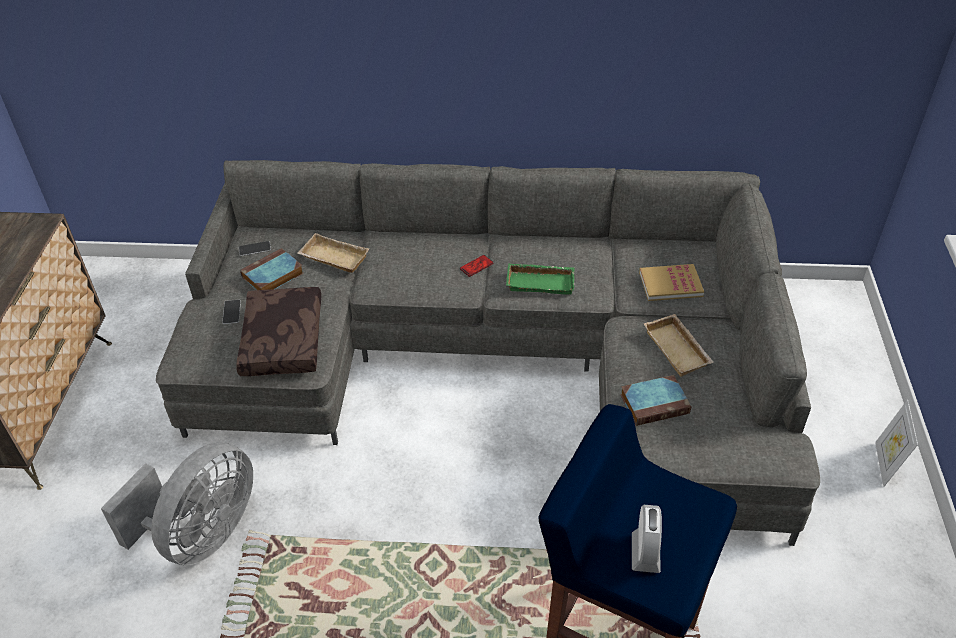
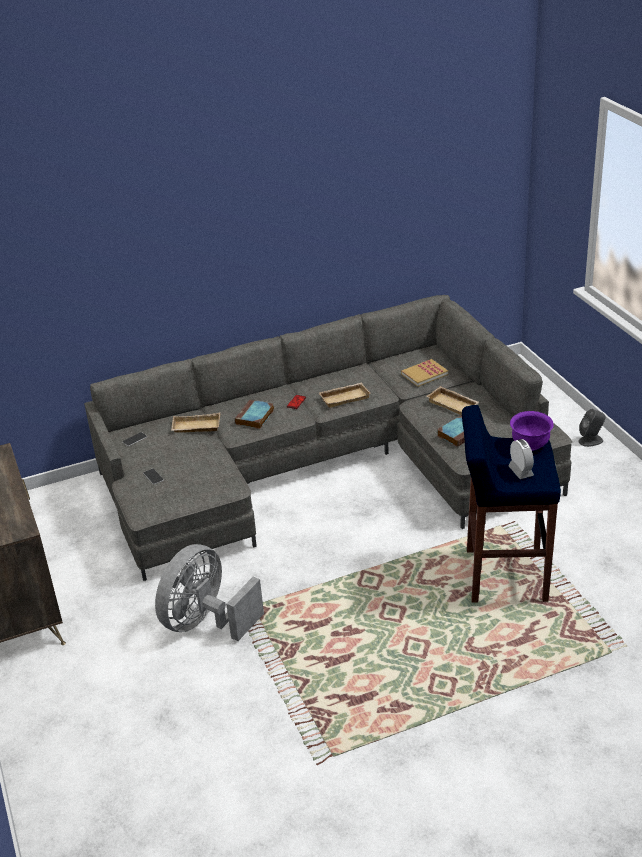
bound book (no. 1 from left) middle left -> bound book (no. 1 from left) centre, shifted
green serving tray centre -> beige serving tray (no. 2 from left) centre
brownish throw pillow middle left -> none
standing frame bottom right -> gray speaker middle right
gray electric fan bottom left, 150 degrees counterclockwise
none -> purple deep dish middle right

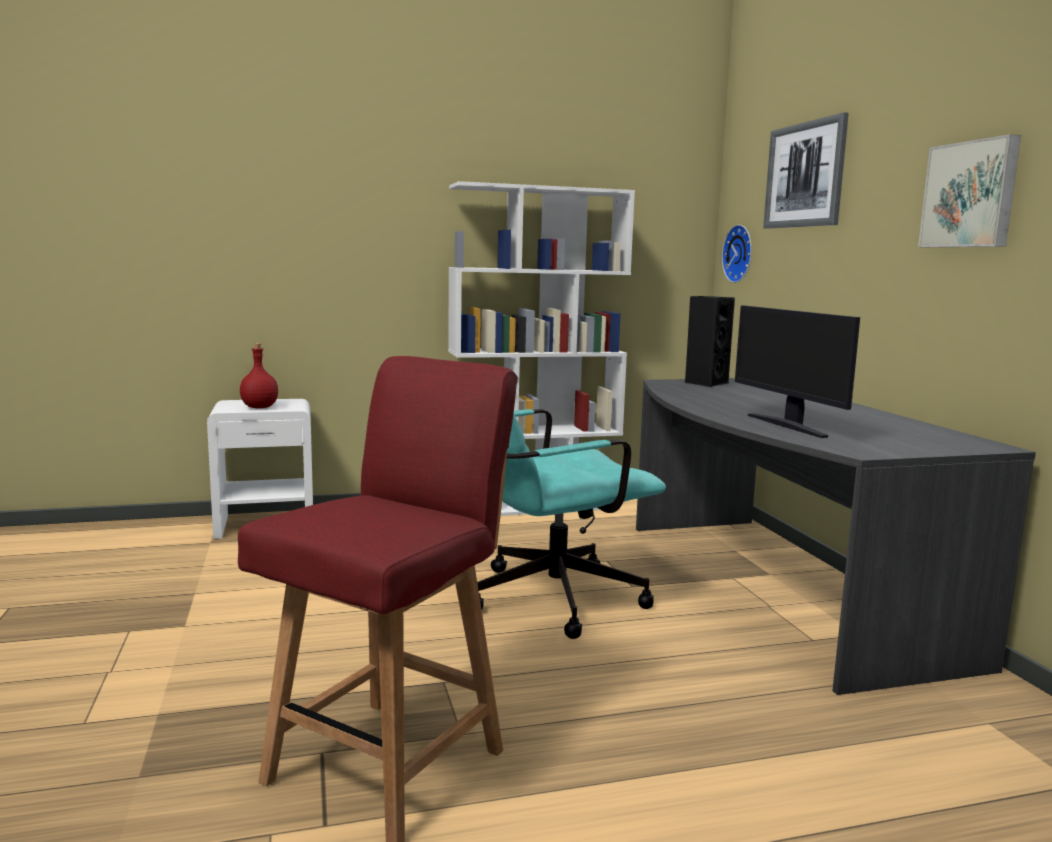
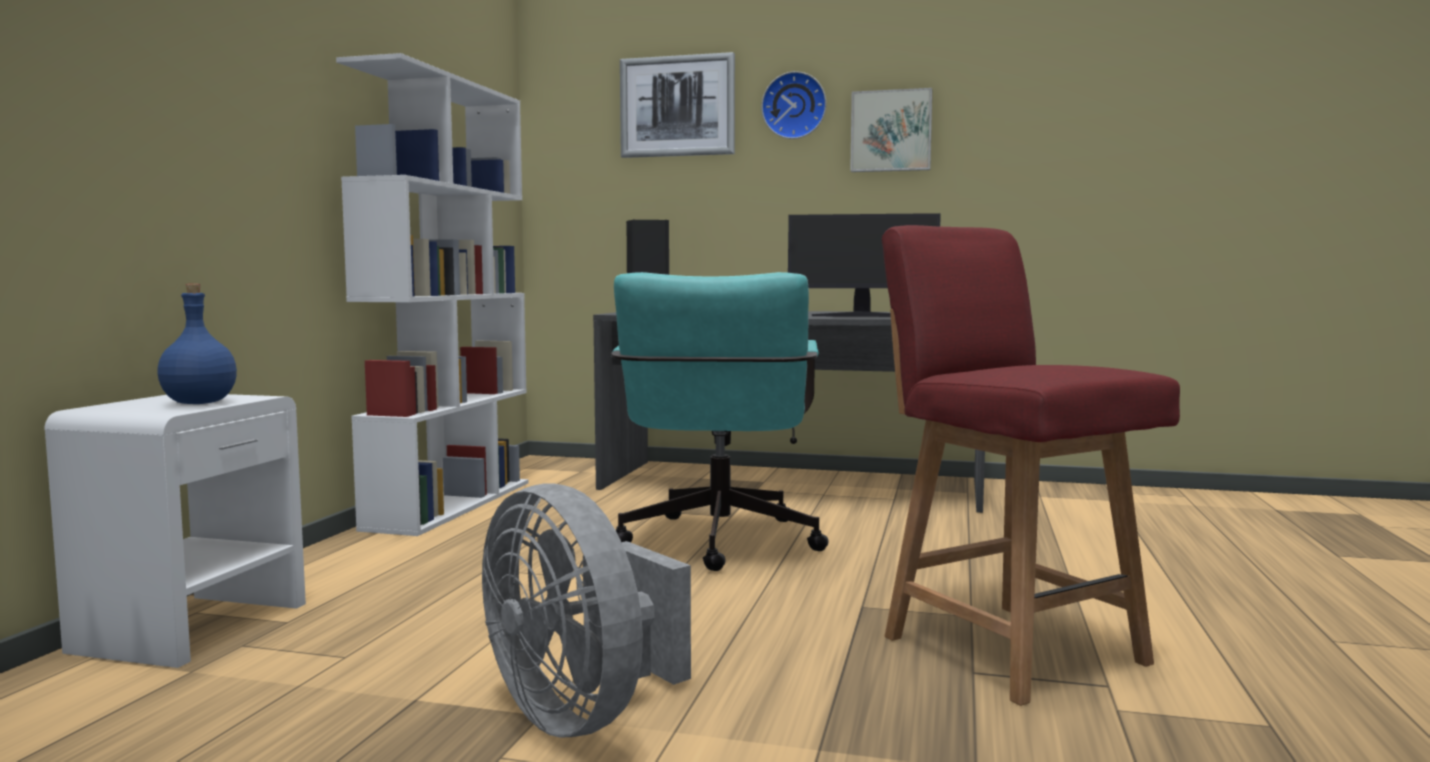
clock on the wall top right -> clock on the wall top centre, shifted
red bottle middle left -> blue bottle middle left
none -> gray electric fan bottom centre

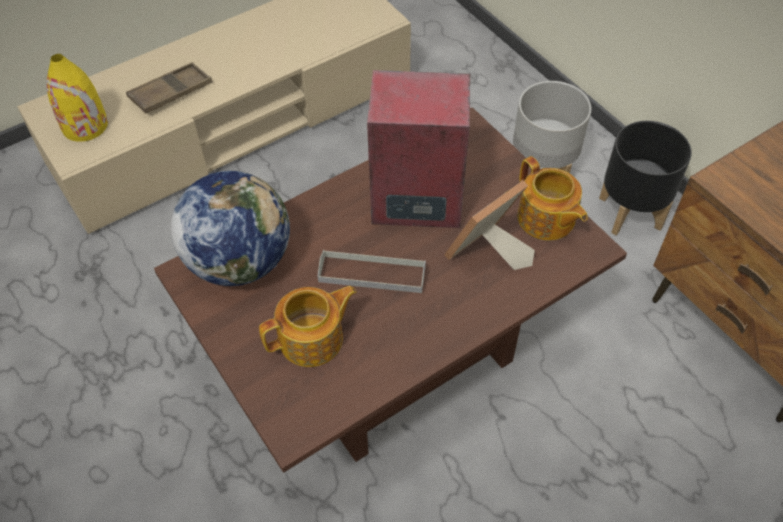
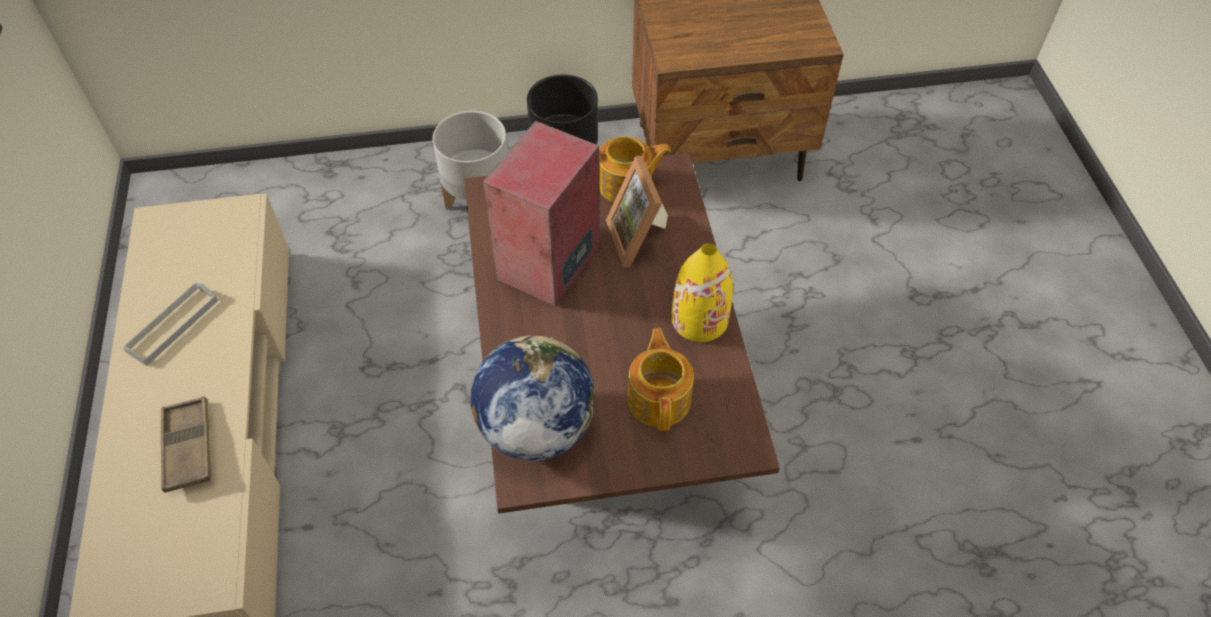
yellow-coloured decorative vase top left -> yellow-coloured decorative vase centre, shifted
gray serving tray centre -> gray serving tray middle left, shifted

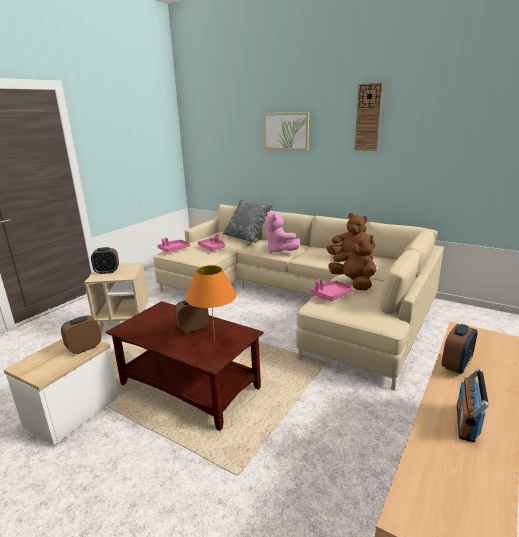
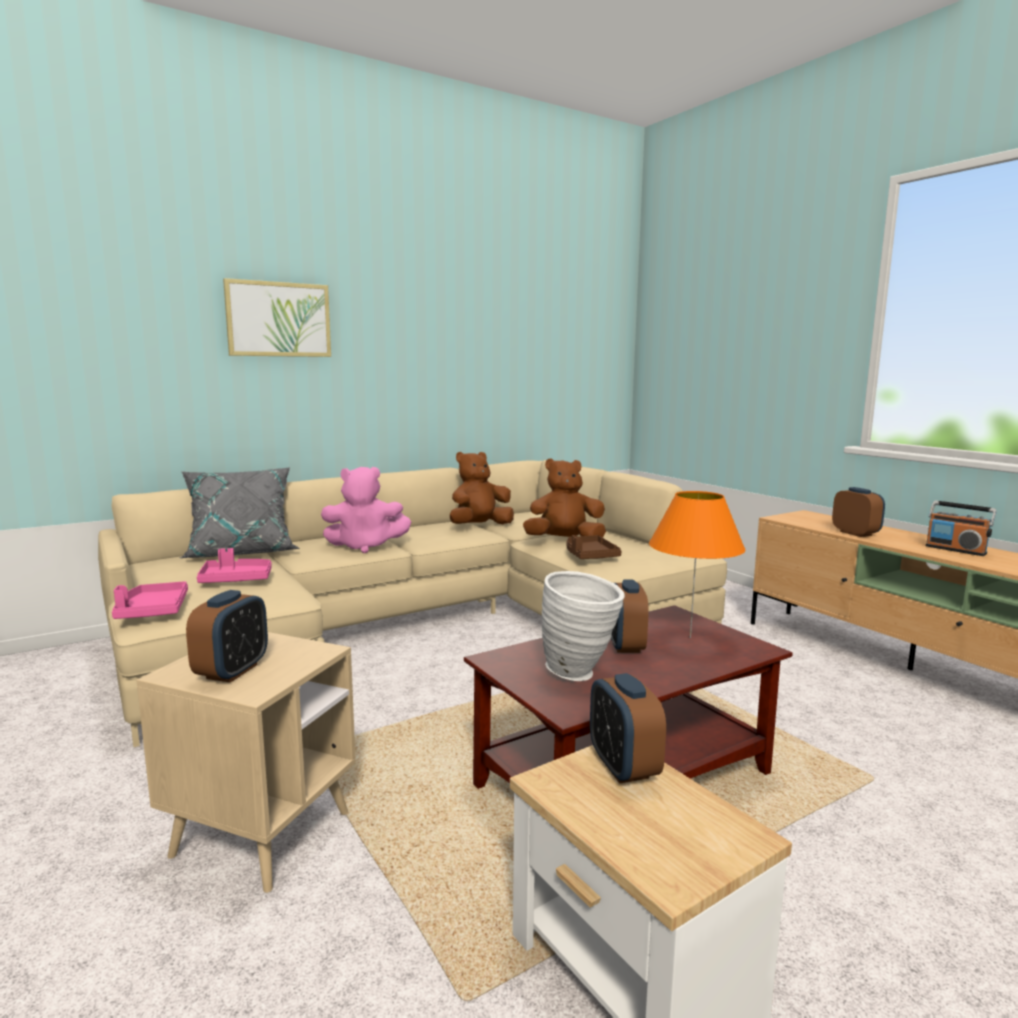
clock on the wall top right -> none
pink serving tray (no. 3 from left) centre -> brownish serving tray centre
none -> white decorative vase centre

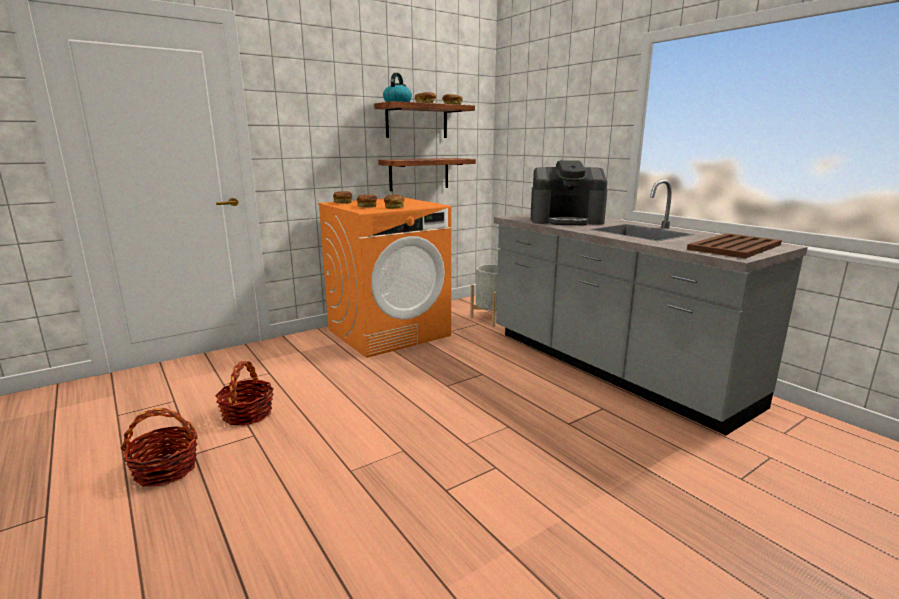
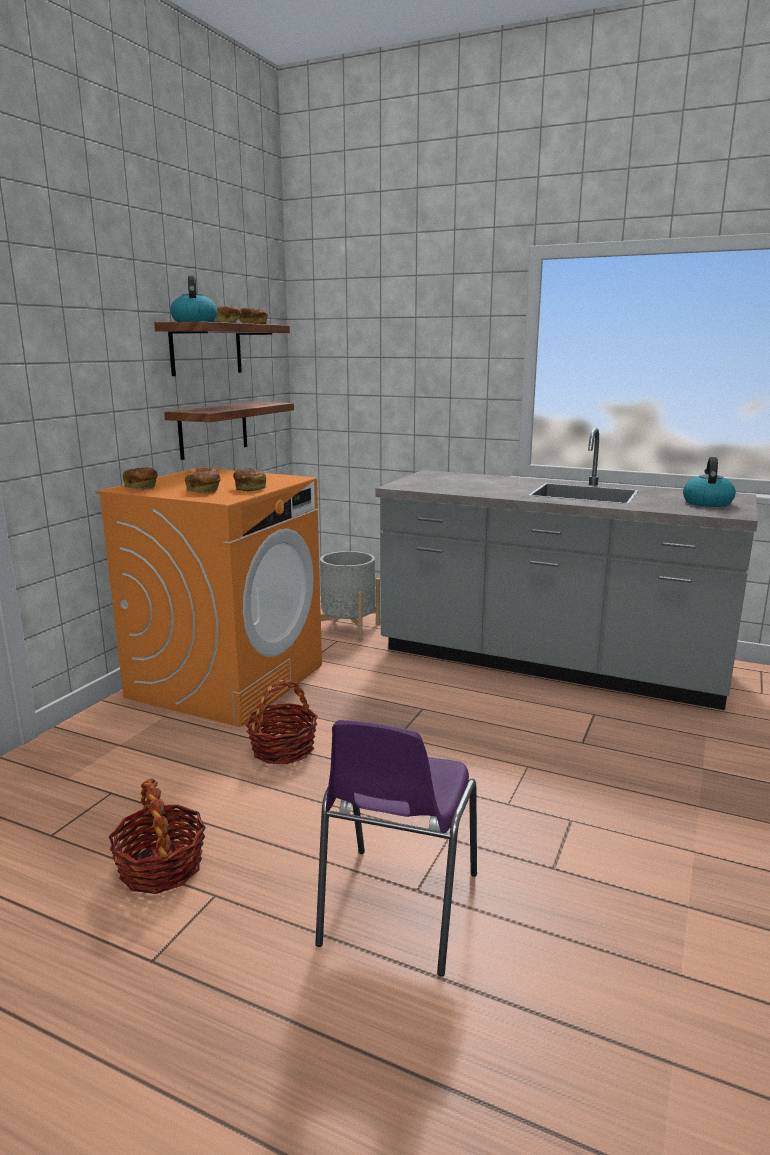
coffee machine top centre -> none
brownish serving tray middle right -> kettle (no. 2 from left) middle right
storage basket (no. 1 from left in the first image) bottom left -> storage basket (no. 2 from left) centre, shifted
none -> purple upright chair bottom centre

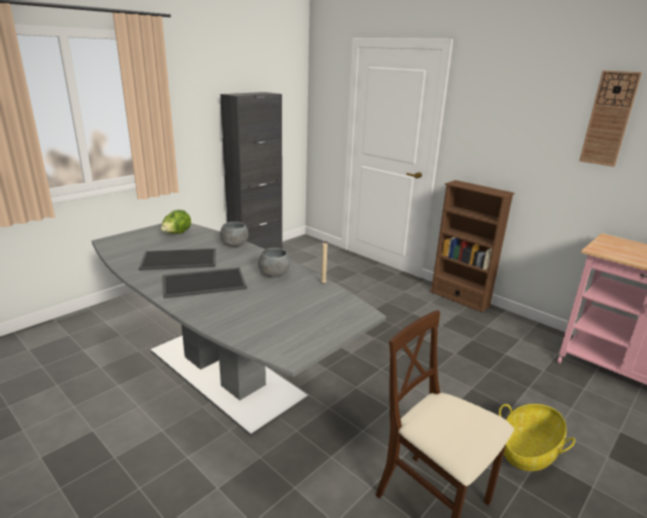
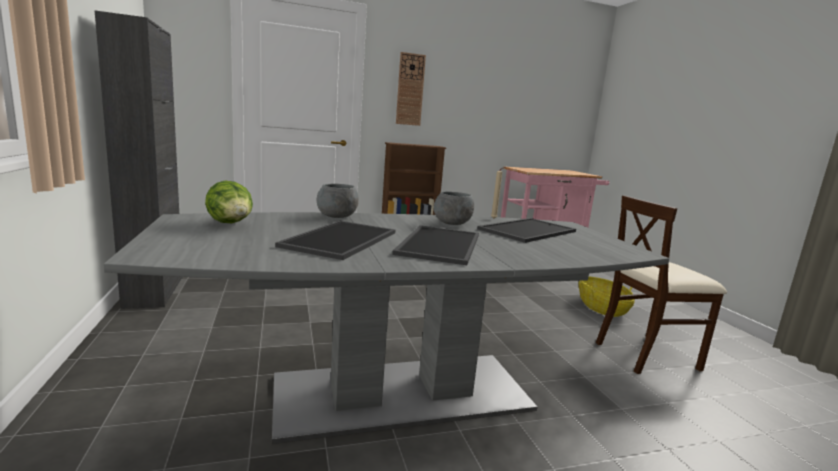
clock on the wall top right -> clock on the wall top centre, shifted
none -> serving tray (no. 3 from left) centre

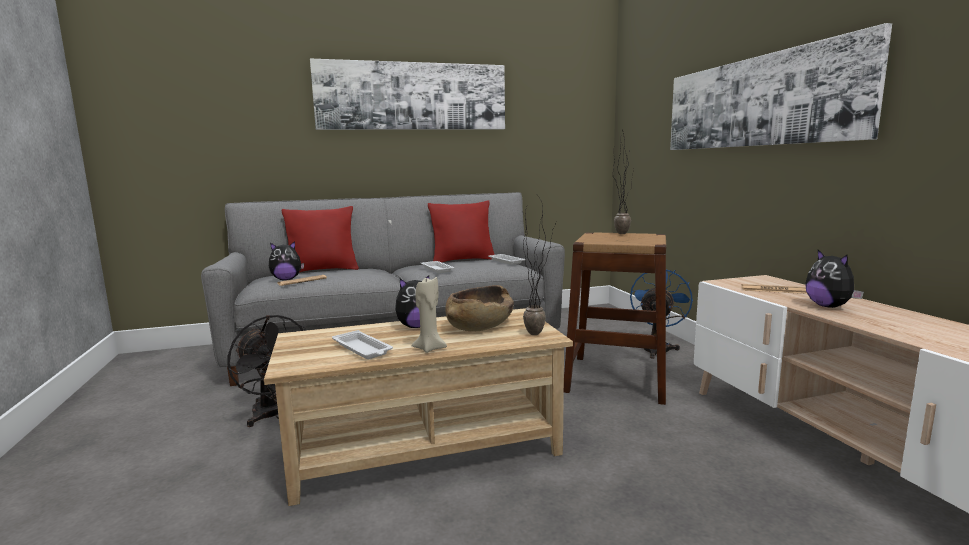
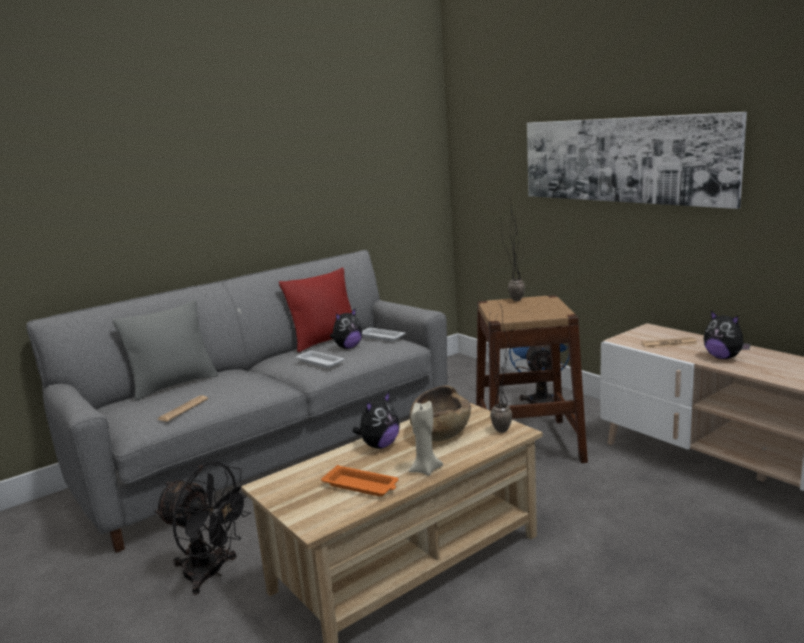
wall picture (no. 1 from left) top centre -> none
red throw pillow (no. 1 from left) middle left -> gray throw pillow middle left
cuddly toy (no. 1 from left) middle left -> cuddly toy (no. 1 from left) centre, shifted
white serving tray (no. 1 from left) centre -> orange-coloured serving tray bottom centre

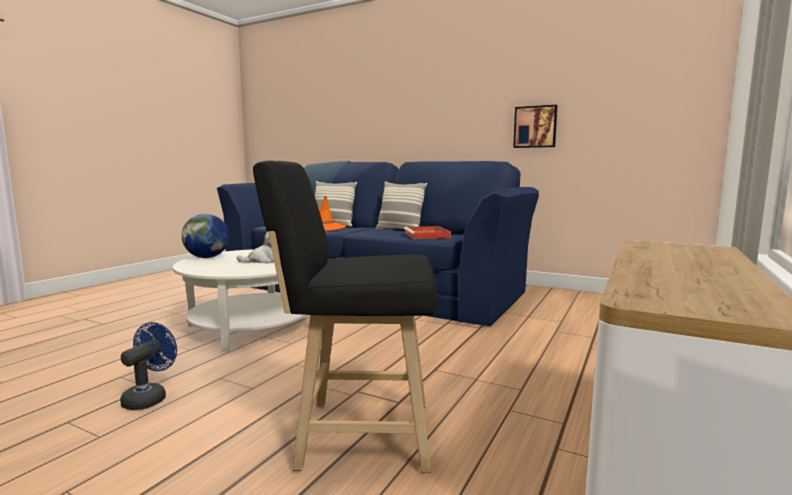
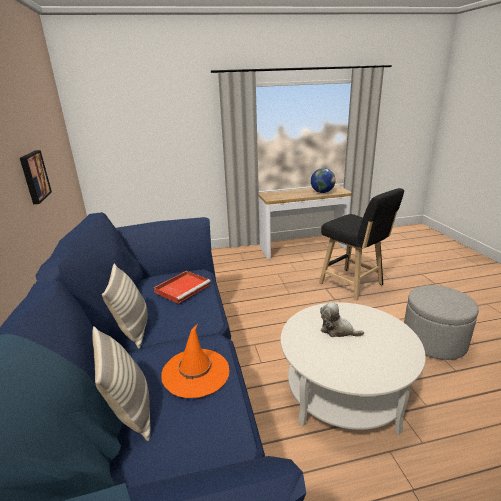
world globe middle left -> world globe centre, shifted
blue electric fan bottom left -> gray pouffe middle right

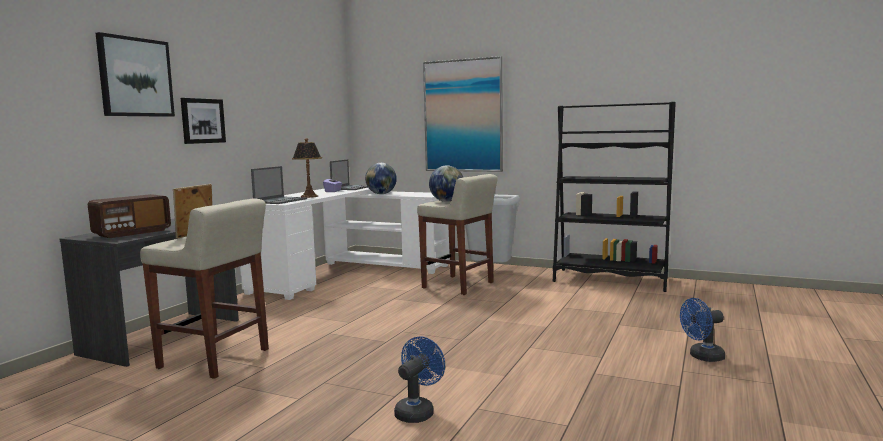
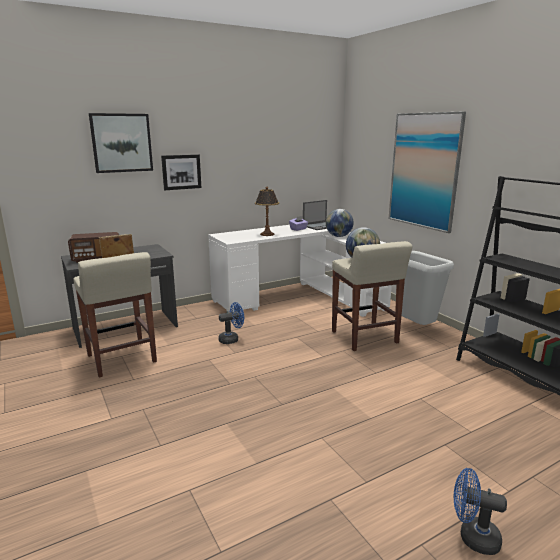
notebook computer (no. 1 from left) middle left -> none
blue electric fan (no. 1 from left) bottom centre -> blue electric fan (no. 1 from left) centre, shifted

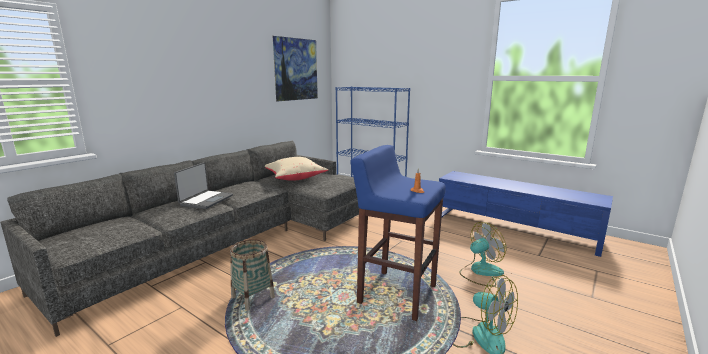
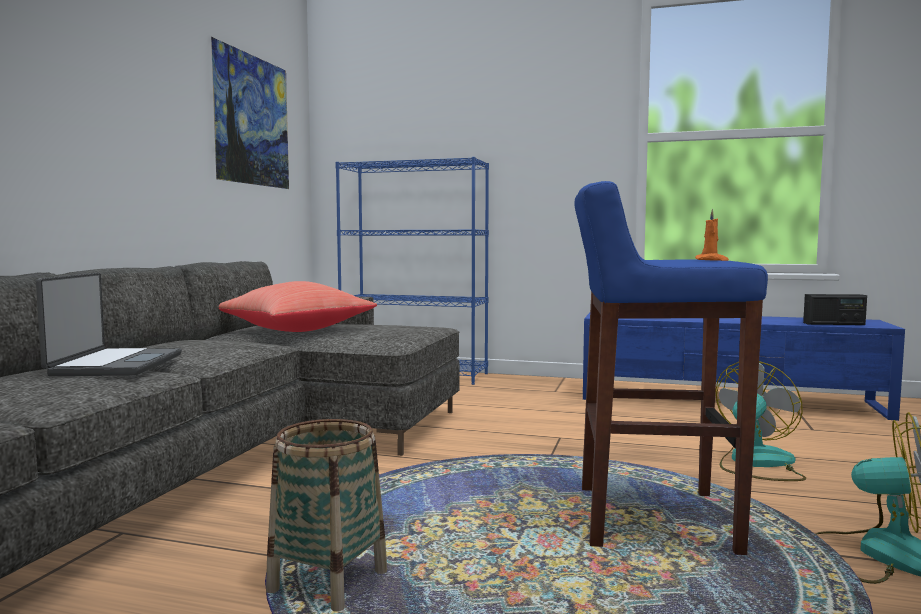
beige throw pillow centre -> red throw pillow middle left
none -> radio set middle right

